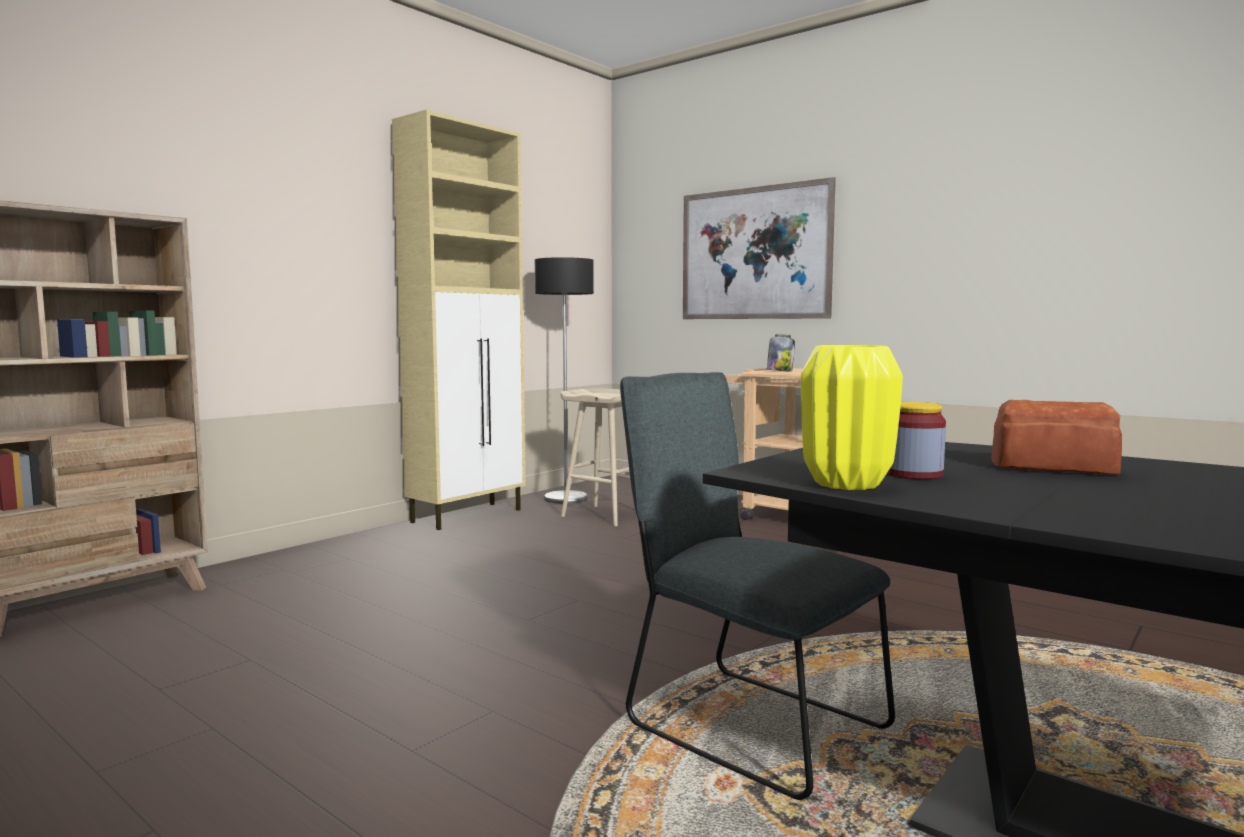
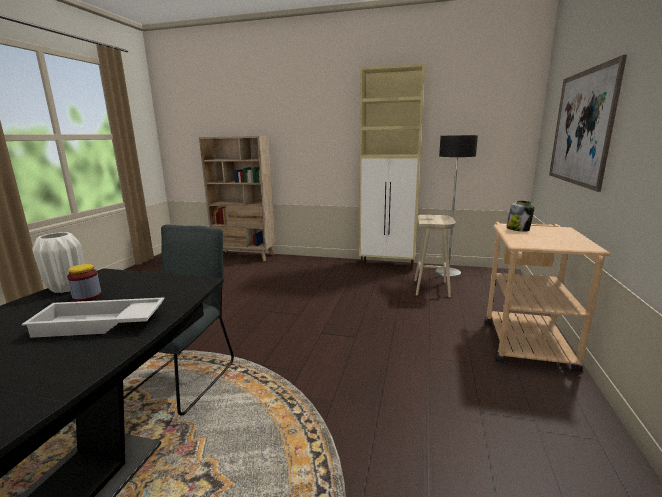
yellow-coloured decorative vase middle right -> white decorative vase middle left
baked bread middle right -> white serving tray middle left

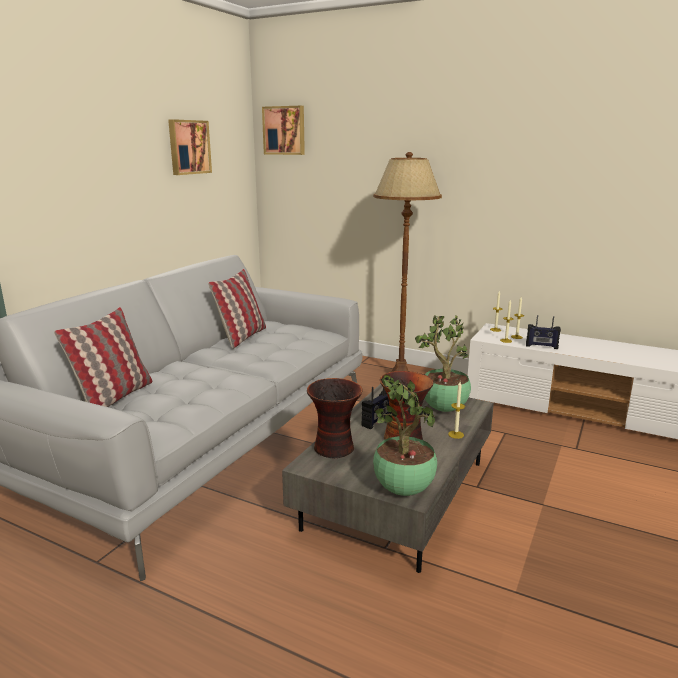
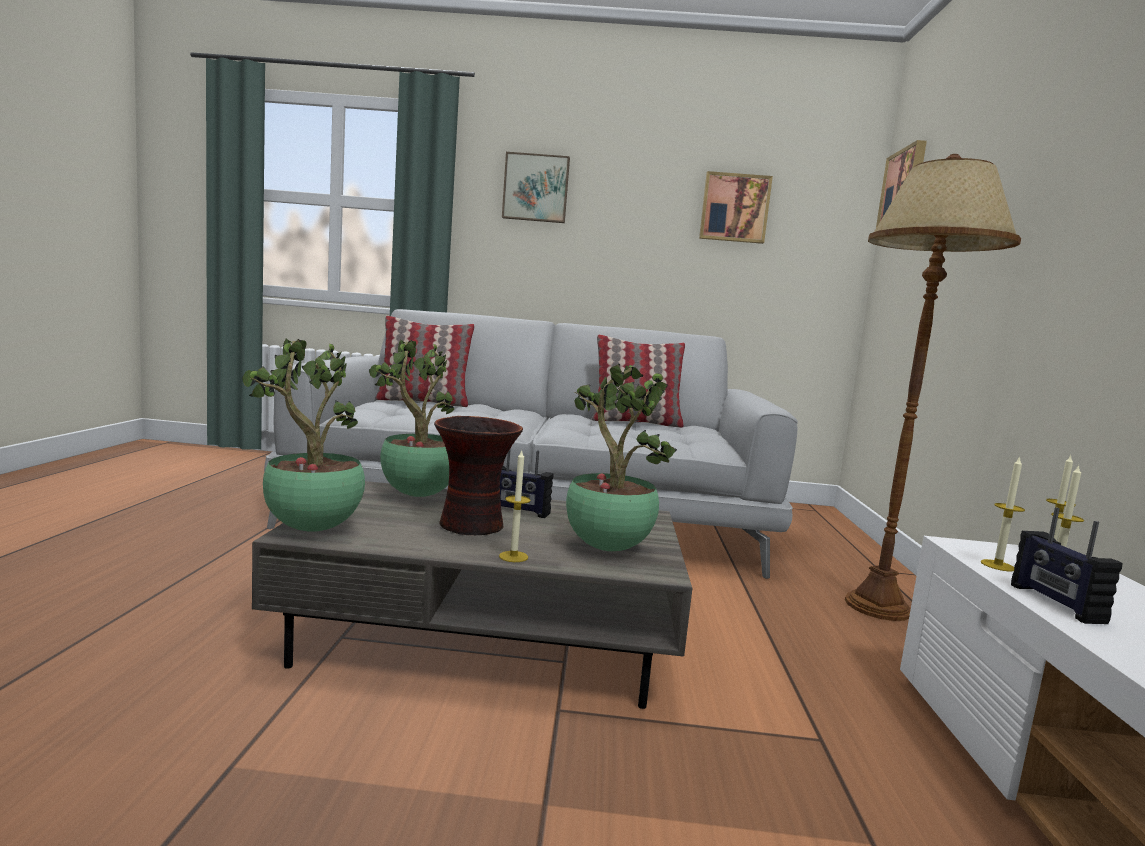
decorative vase (no. 1 from left) centre -> potted plant (no. 2 from left) centre
none -> wall picture (no. 1 from left) top centre

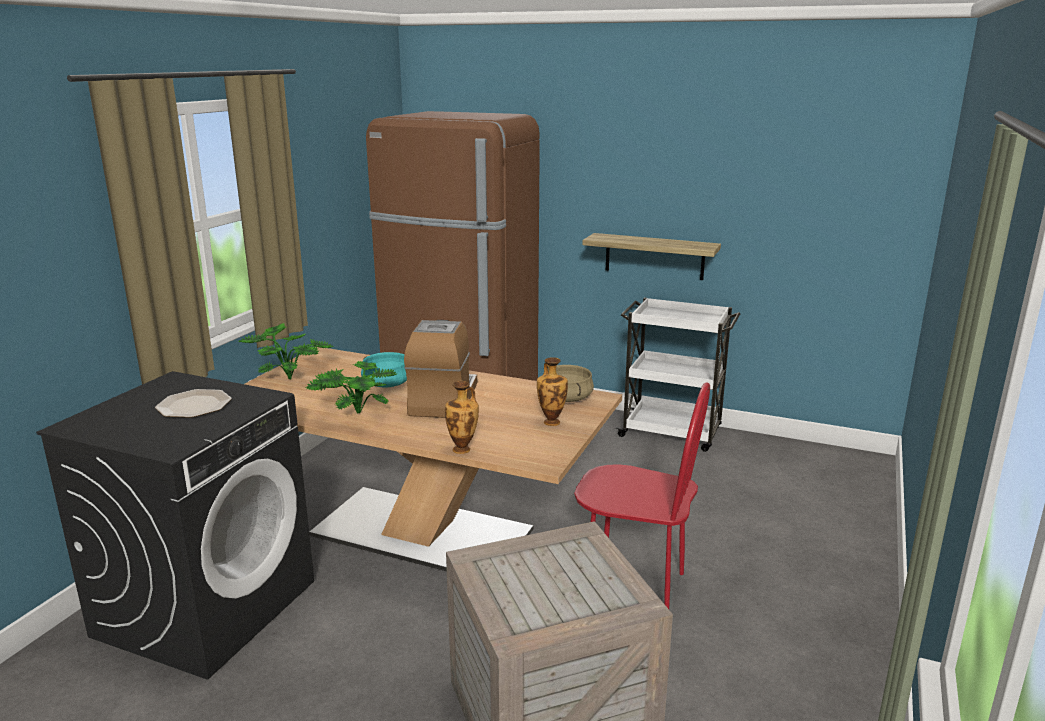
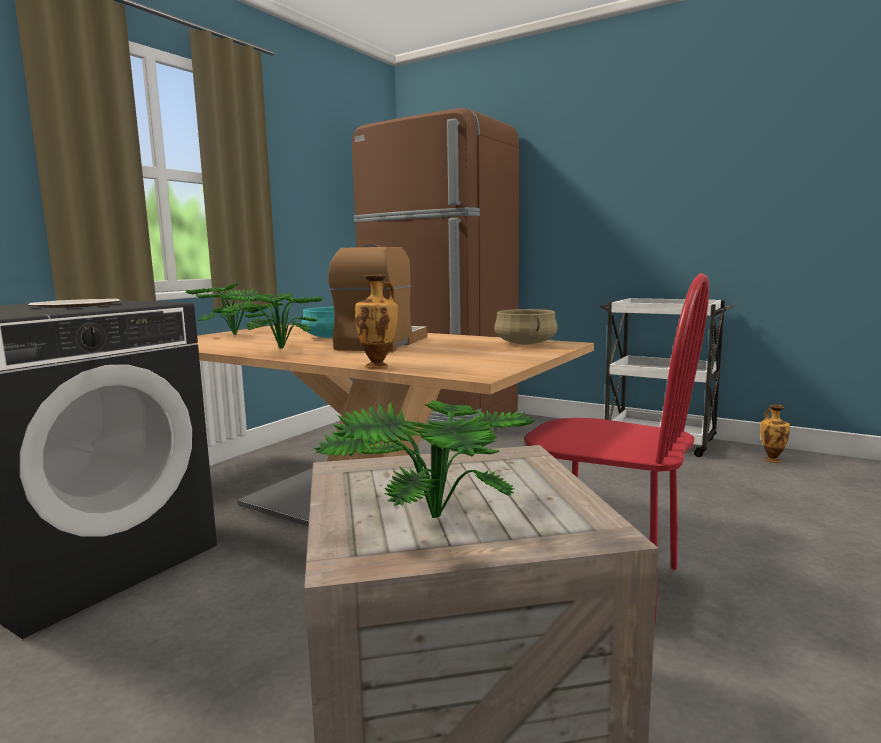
wall shelf centre -> none
decorative vase (no. 2 from left) centre -> decorative vase (no. 2 from left) middle right, shifted
none -> potted plant (no. 3 from left) centre

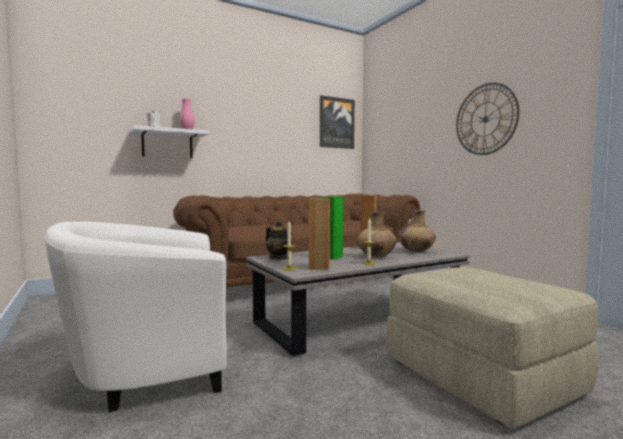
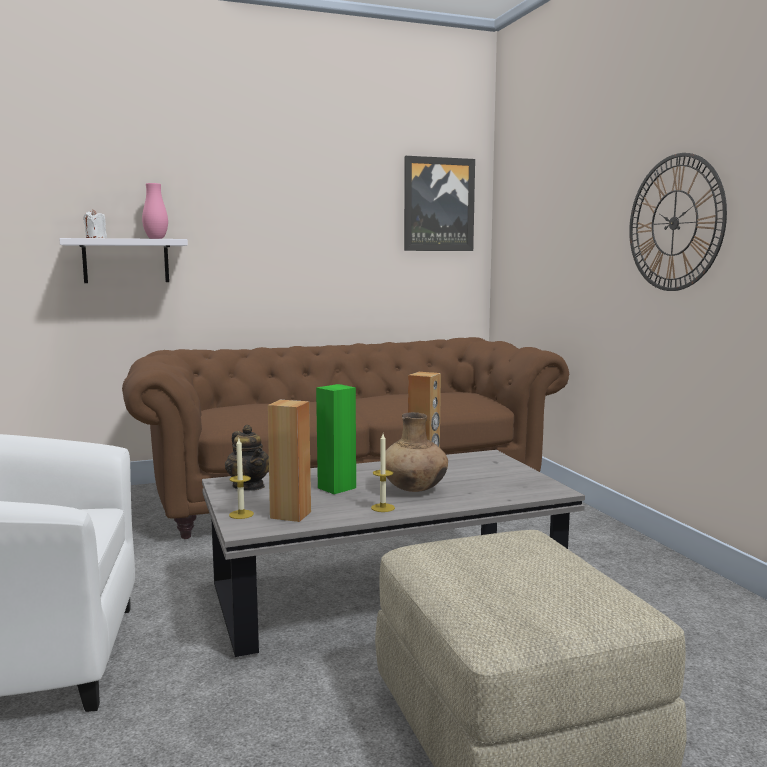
brownish decorative vase (no. 2 from left) middle right -> none

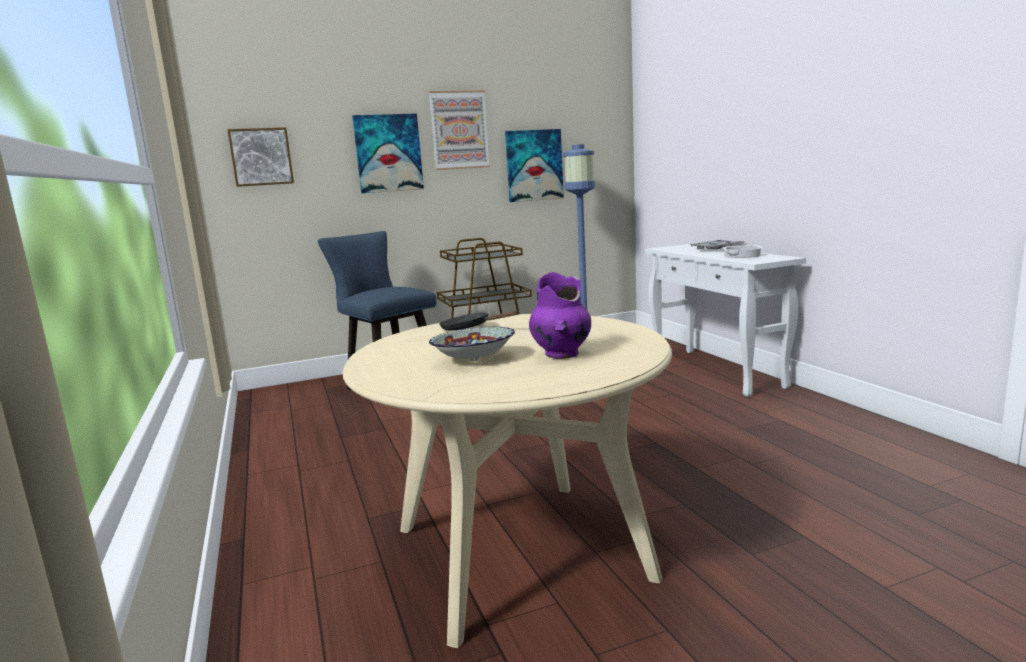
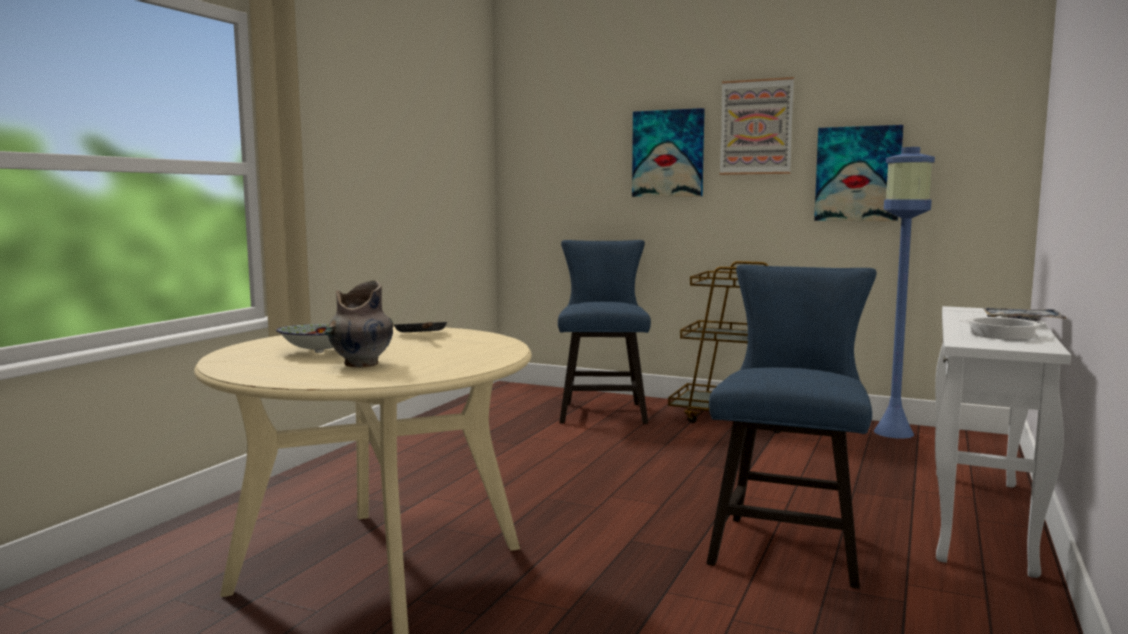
wall picture (no. 1 from left) top left -> none
purple decorative vase centre -> gray decorative vase middle left
none -> blue upright chair (no. 2 from left) bottom right

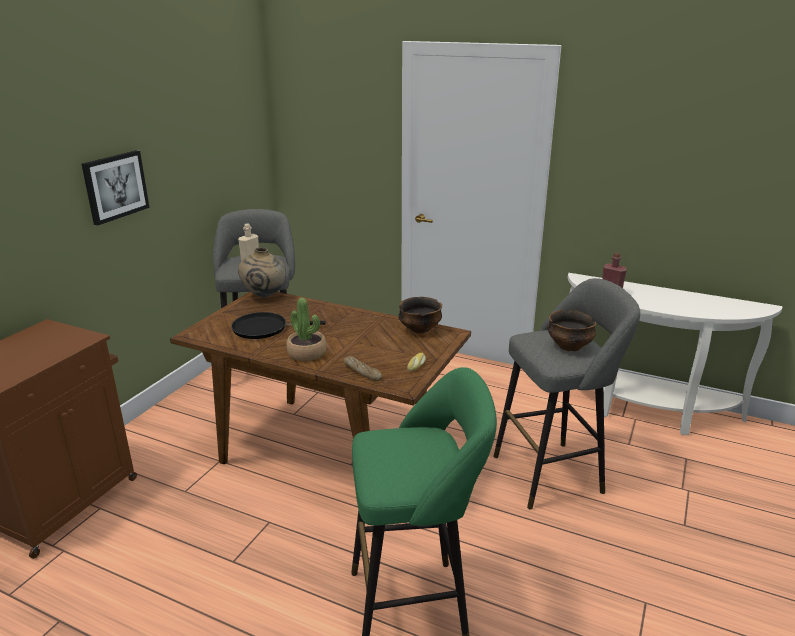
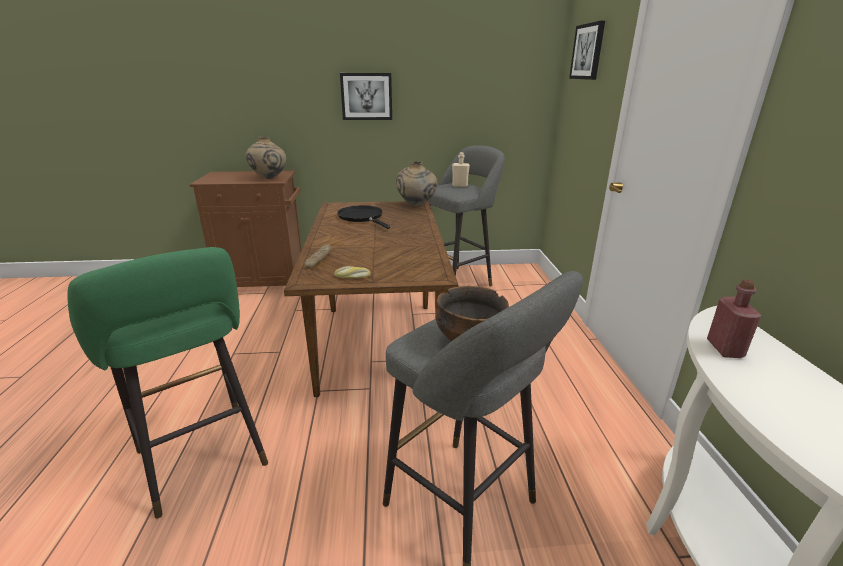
deep dish (no. 1 from left) centre -> none
potted plant centre -> none
none -> wall picture (no. 2 from left) top right
none -> beige decorative vase (no. 1 from left) top left

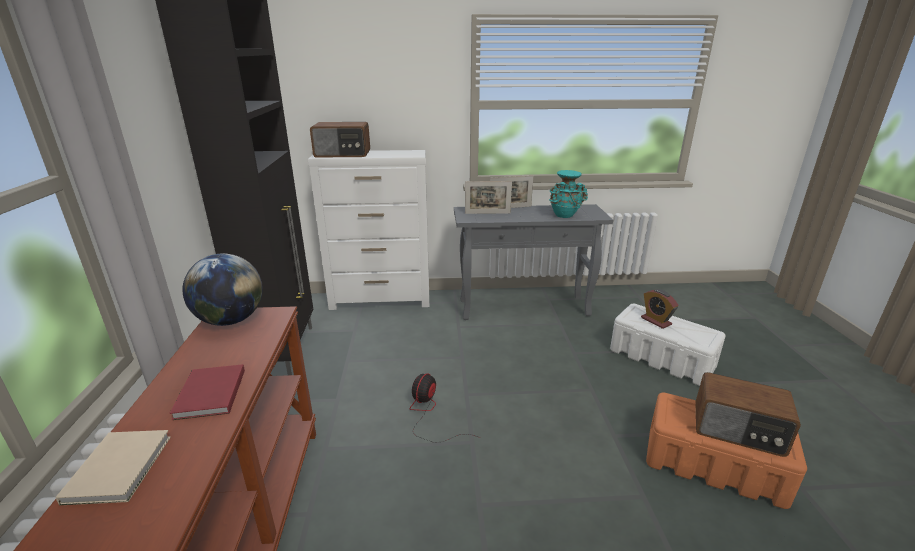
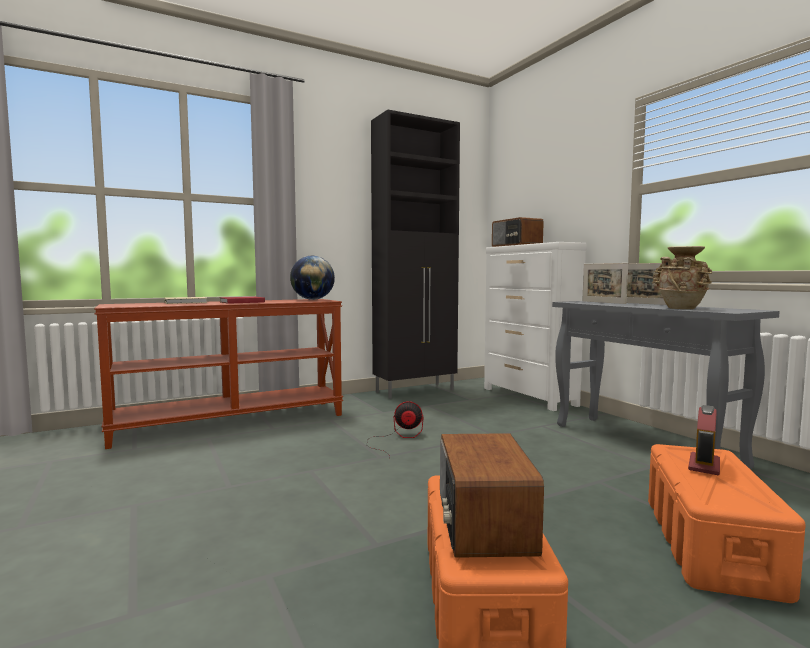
turquoise decorative vase centre -> beige decorative vase middle right
white storage bin middle right -> orange-coloured storage bin (no. 2 from left) bottom right

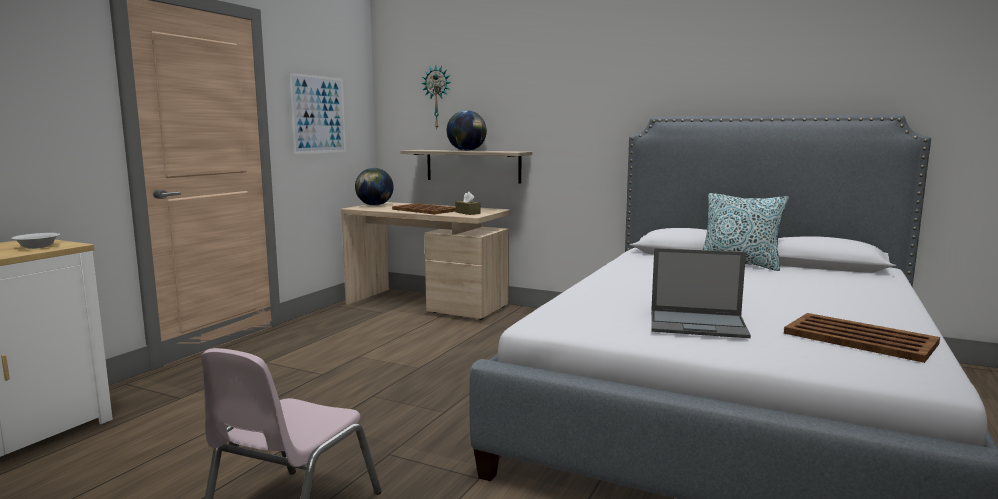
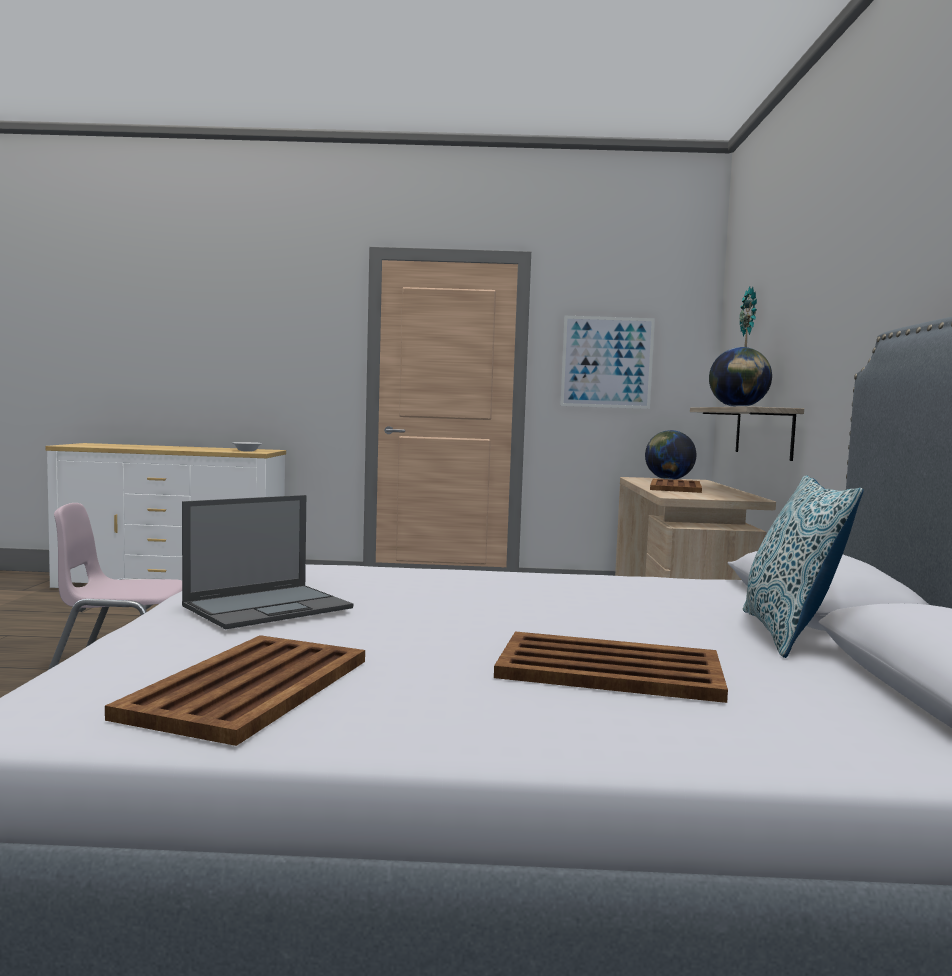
brownish box of tissues centre -> none
notebook computer middle right -> notebook computer middle left, 120 degrees counterclockwise
none -> brownish serving tray (no. 2 from left) bottom centre

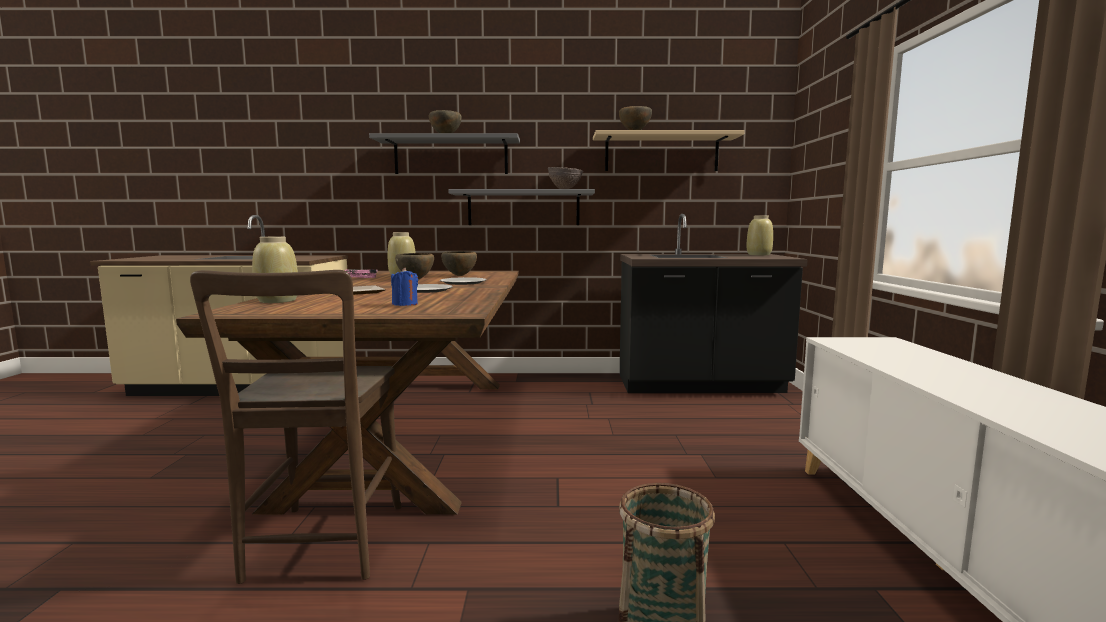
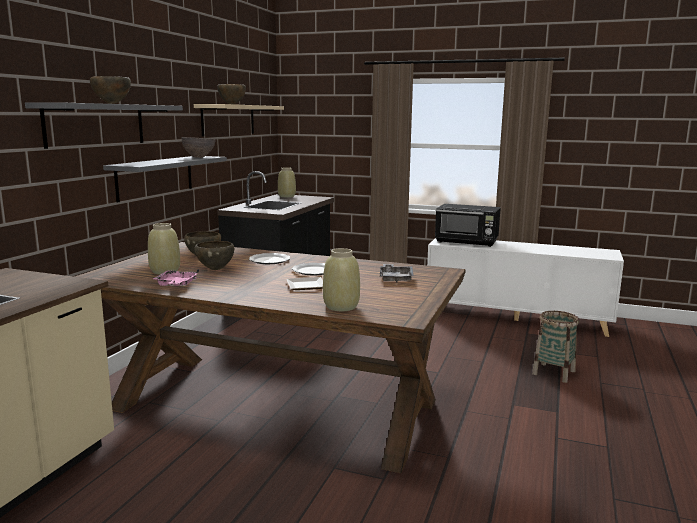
blue candle centre -> gray serving tray centre
brownish upright chair bottom left -> none
none -> black-coloured microwave oven middle right

